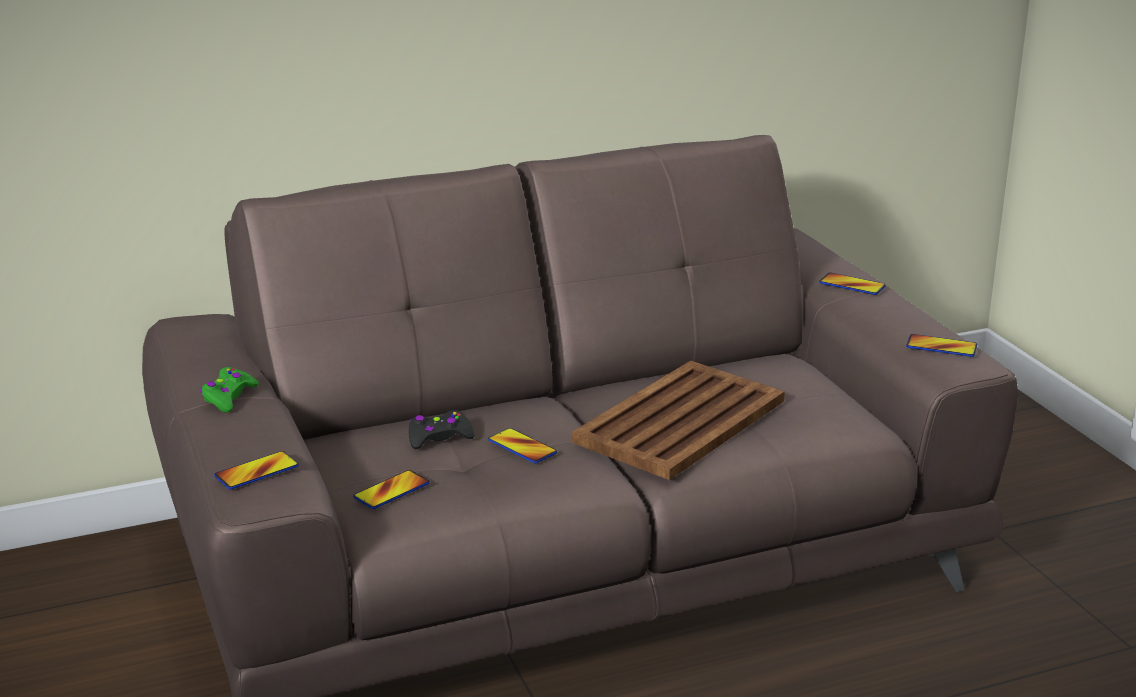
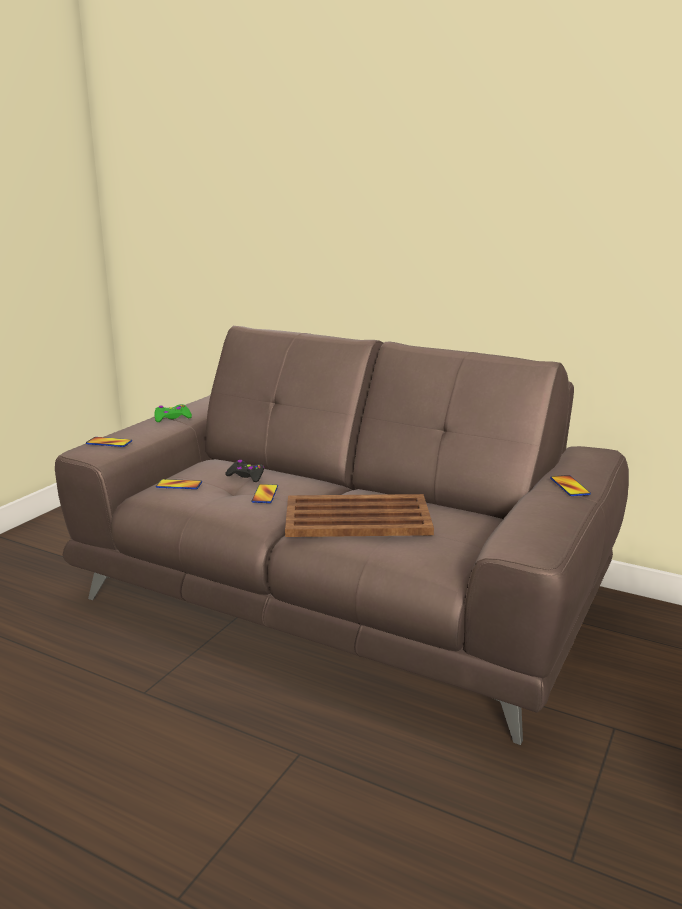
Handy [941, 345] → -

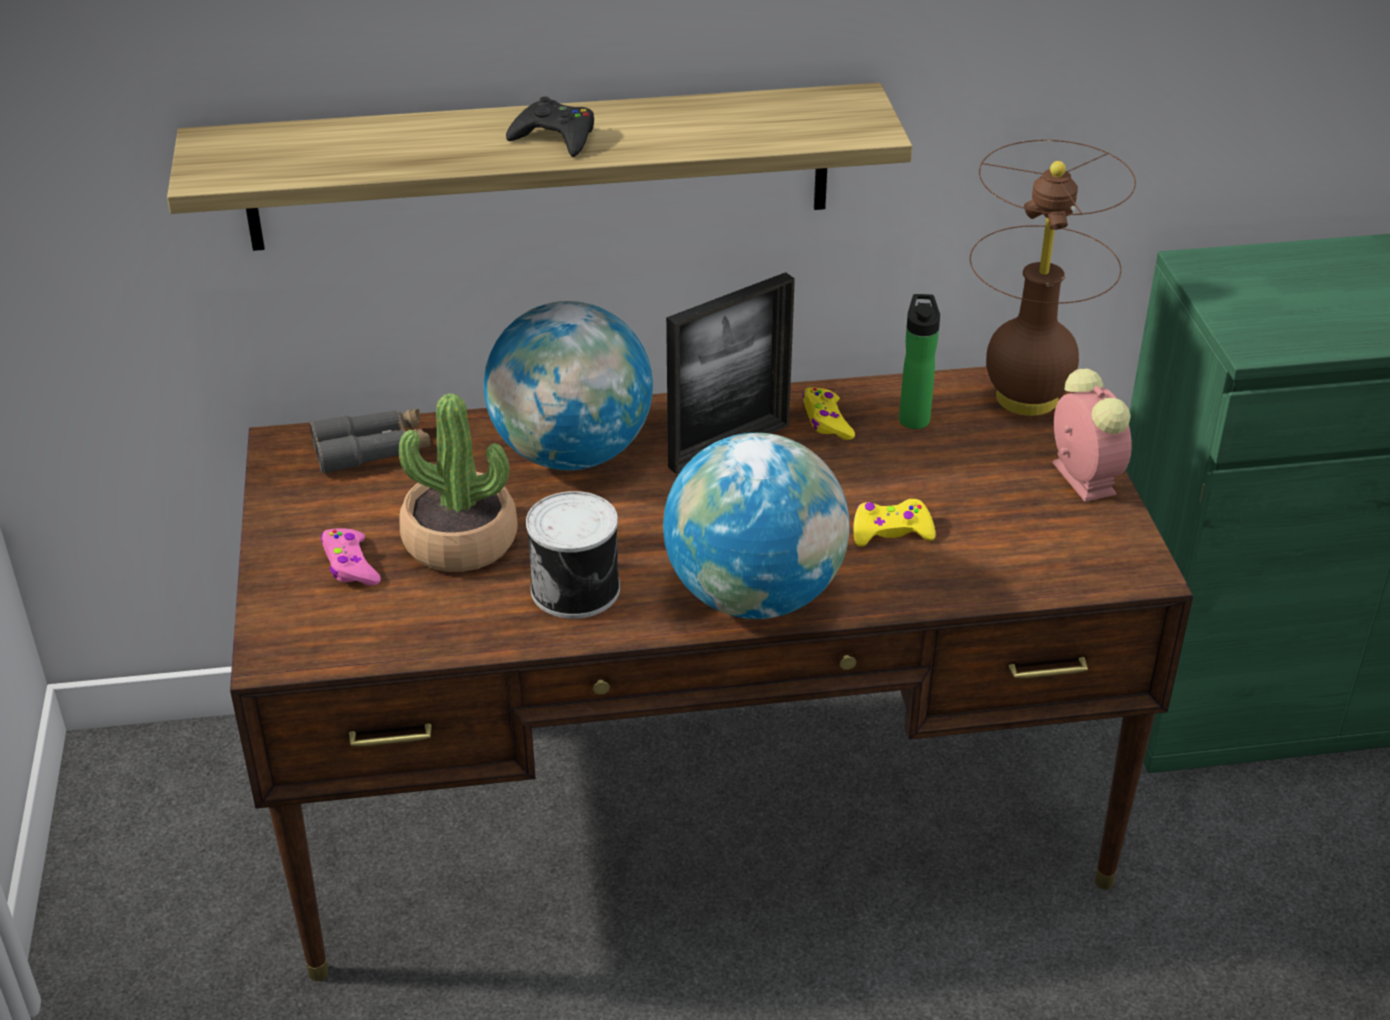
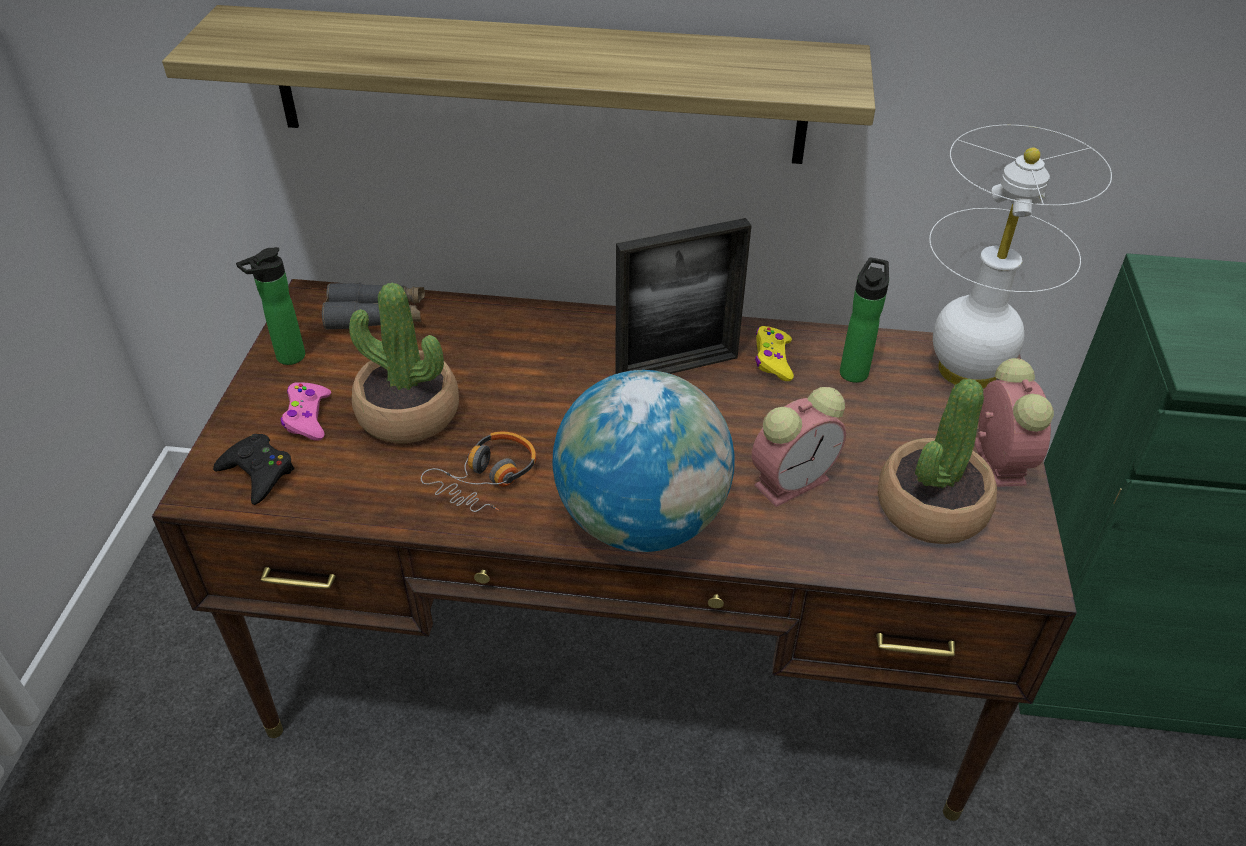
Gamepad (schwarz) [550, 126] → Gamepad (schwarz) [254, 469], move
- → Flasche [270, 306]
Dose [573, 555] → Kopfhörer [478, 472]
Gamepad (gelb) [894, 523] → Wecker [799, 447]
- → Topfpflanze [937, 461]
Tischlampe (braun) [1053, 278] → Tischlampe (weiß) [1020, 256]
Globus [568, 385] → -

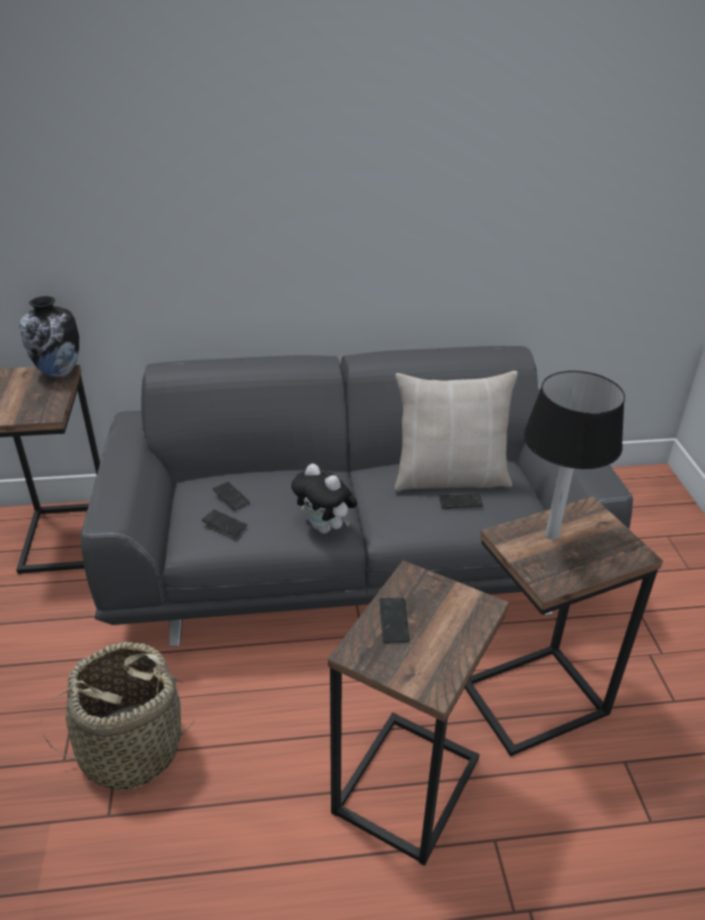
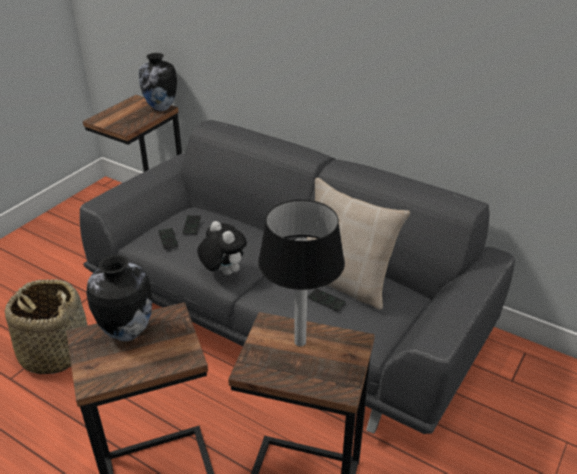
Handy [394, 620] → Vase [119, 298]
Plüschtier [324, 498] → Plüschtier [222, 248], 150 degrees clockwise

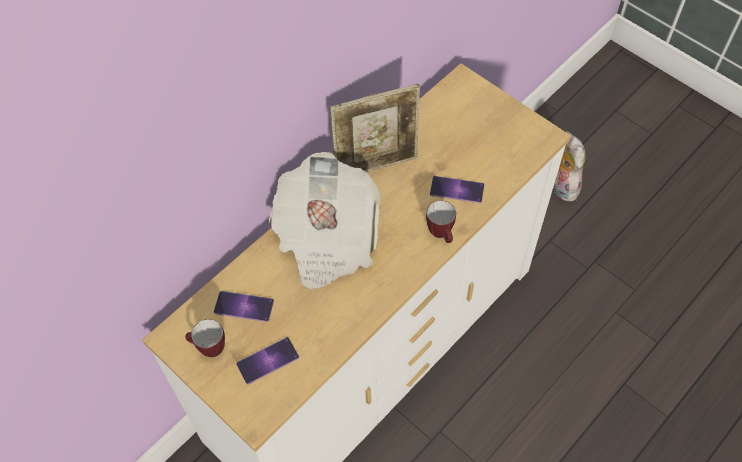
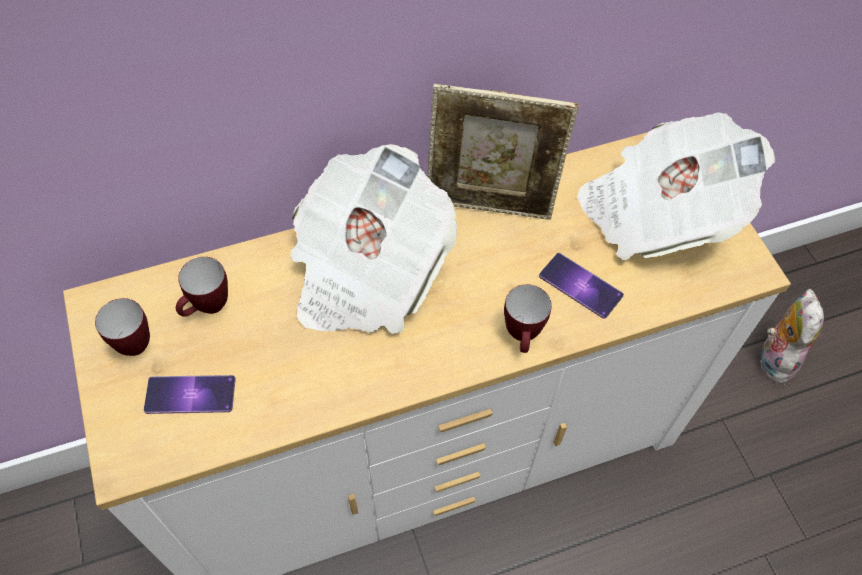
Handy [244, 306] → Henkelbecher [202, 287]
- → Zeitung [676, 186]

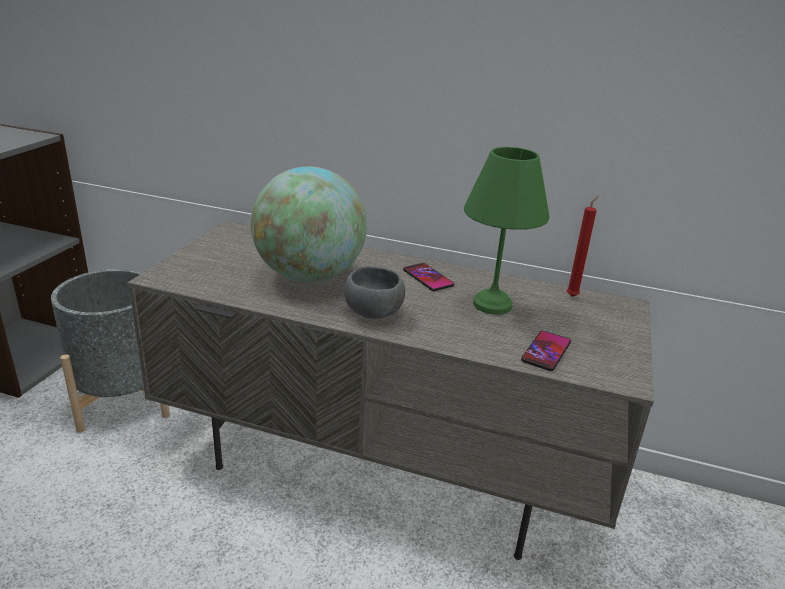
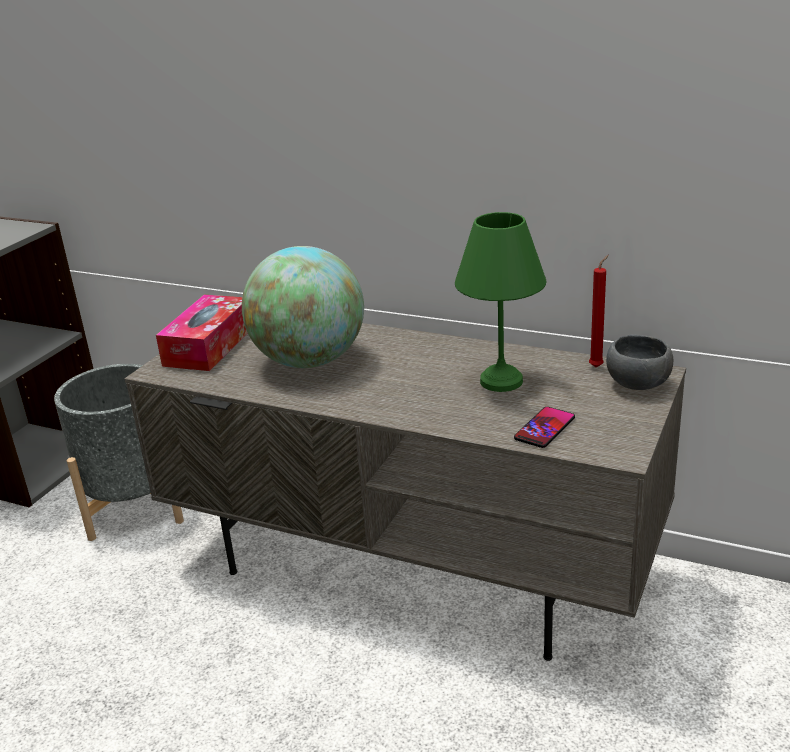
- → Taschentuchbox [201, 333]
Schüssel (grau) [374, 292] → Schüssel (grau) [639, 362], move
Handy [428, 277] → -

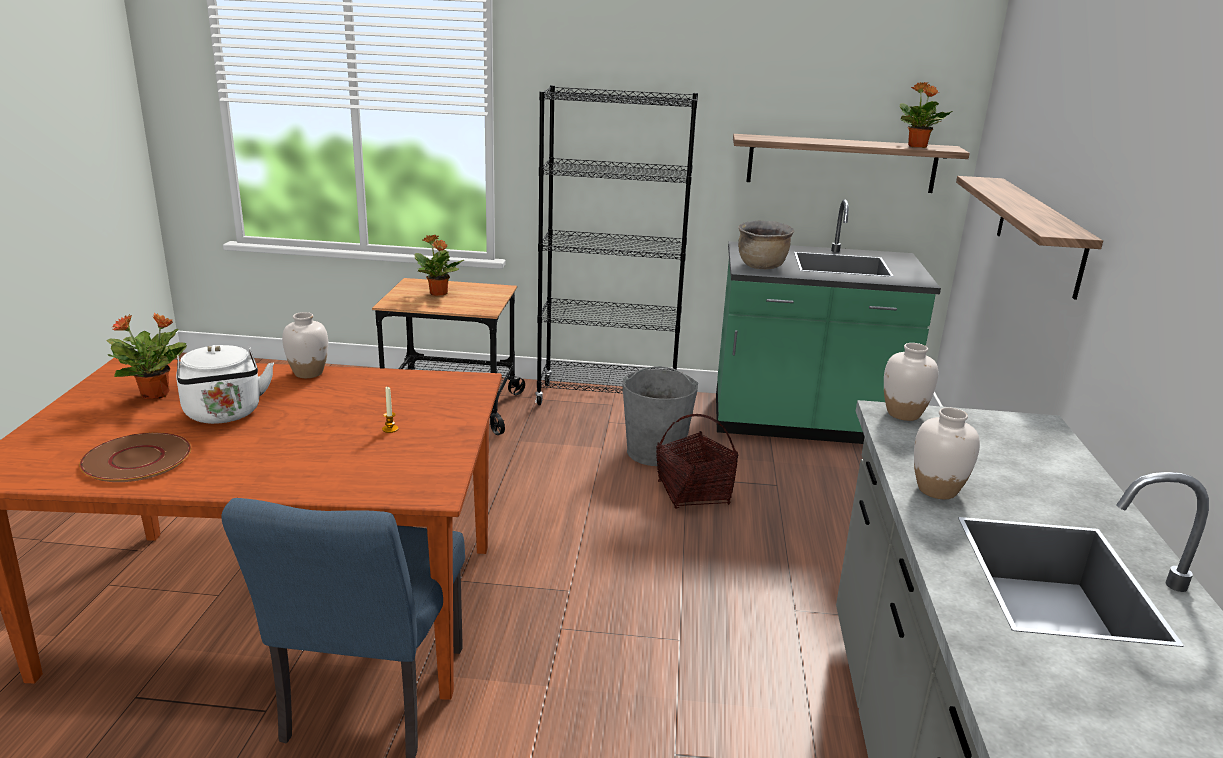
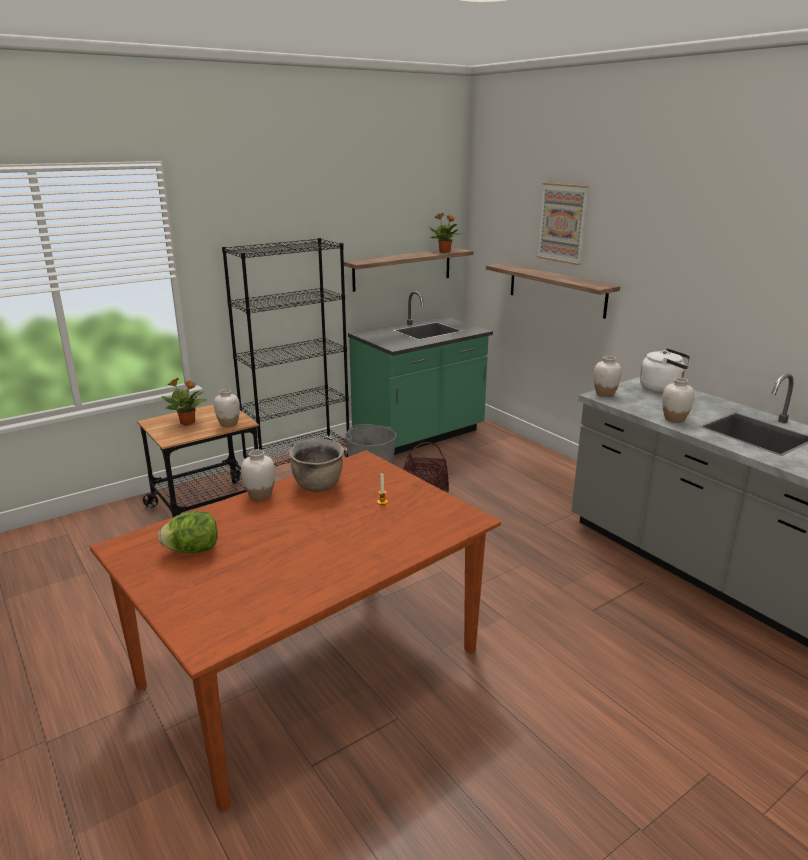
Topfpflanze [146, 356] → Salatkopf [187, 532]
- → Vase (weiß) [227, 408]
Kochtopf (braun) [766, 244] → Kochtopf (braun) [316, 465], move
- → Bild [562, 224]
Wasserkessel (weiß) [225, 384] → Wasserkessel (weiß) [665, 370], move
Teller (braun) [135, 457] → -
Stuhl (blau) [343, 628] → -

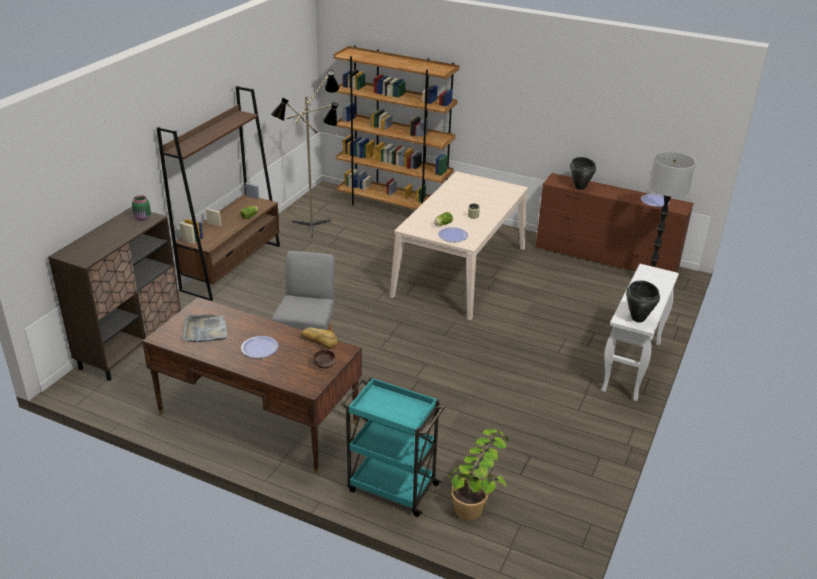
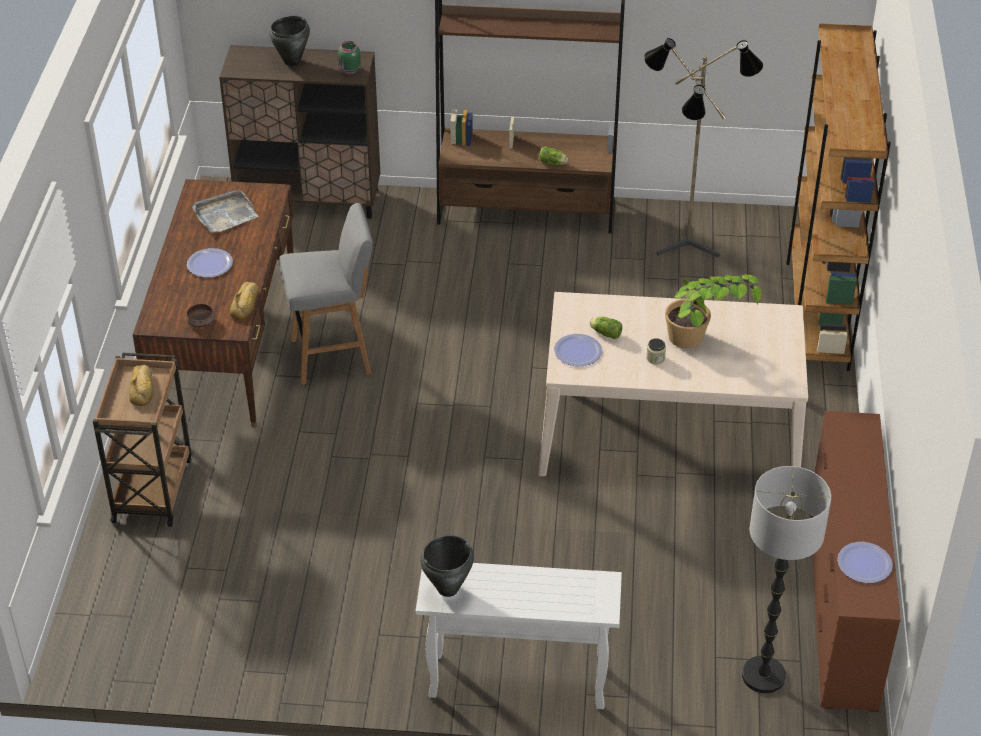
Rollwagen (türkis) [393, 447] → Rollwagen (braun) [142, 440]
- → Brot [141, 385]
Kochtopf (schwarz) [583, 173] → Kochtopf (schwarz) [289, 41], move
Topfpflanze [478, 474] → Topfpflanze [713, 312], move

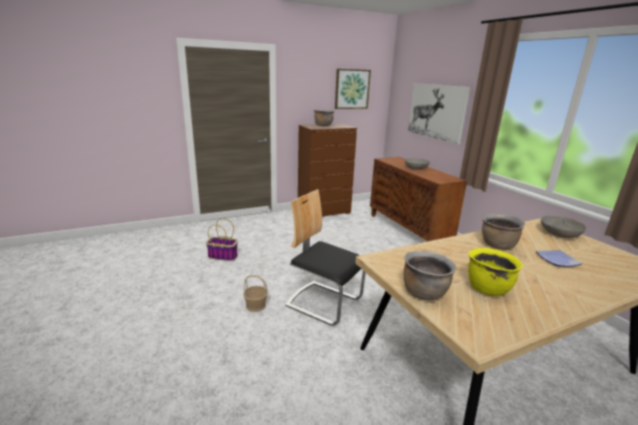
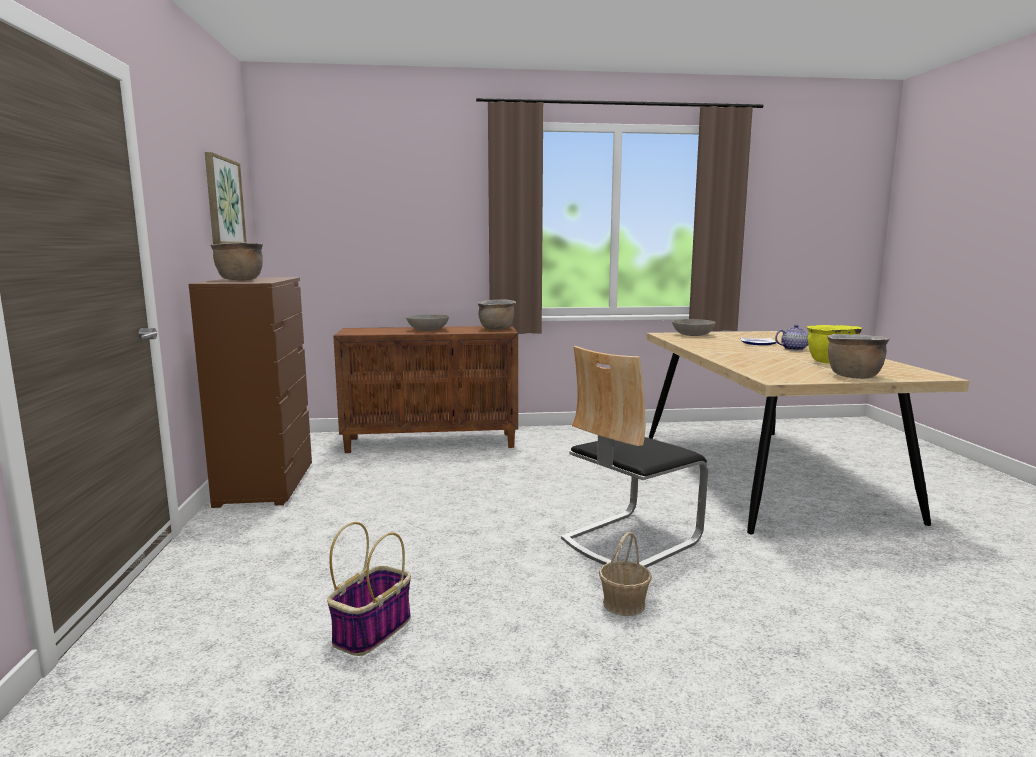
Kochtopf (braun) [503, 231] → Kochtopf (braun) [496, 314], move
- → Teekanne [792, 338]
Bild [439, 113] → -

